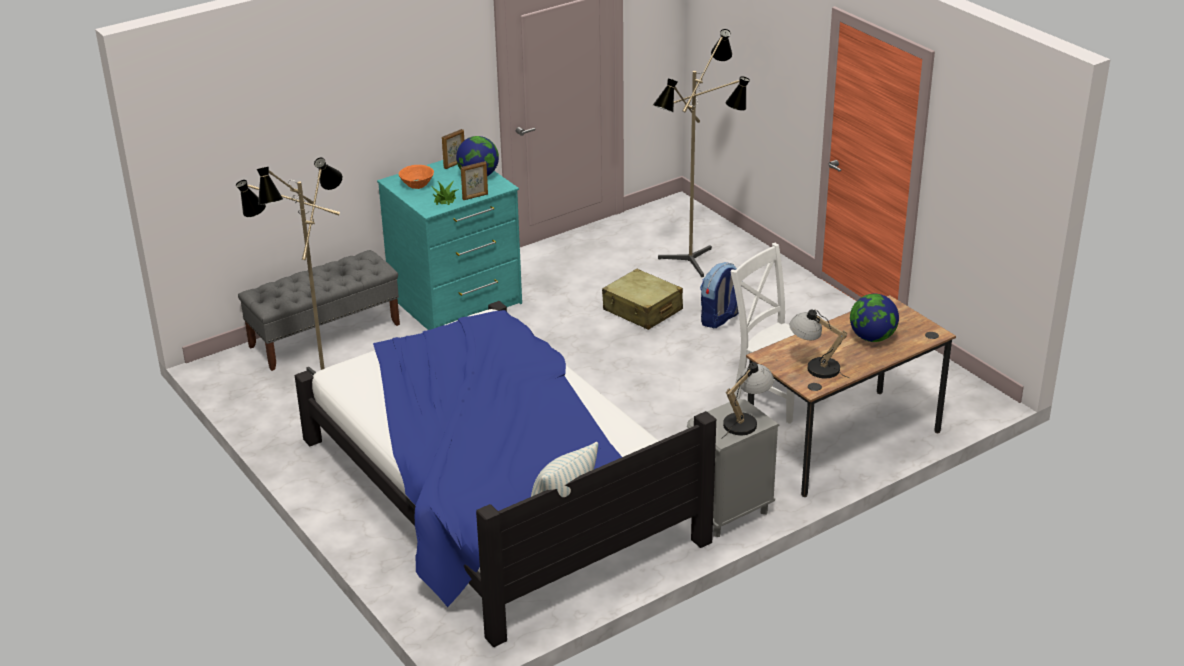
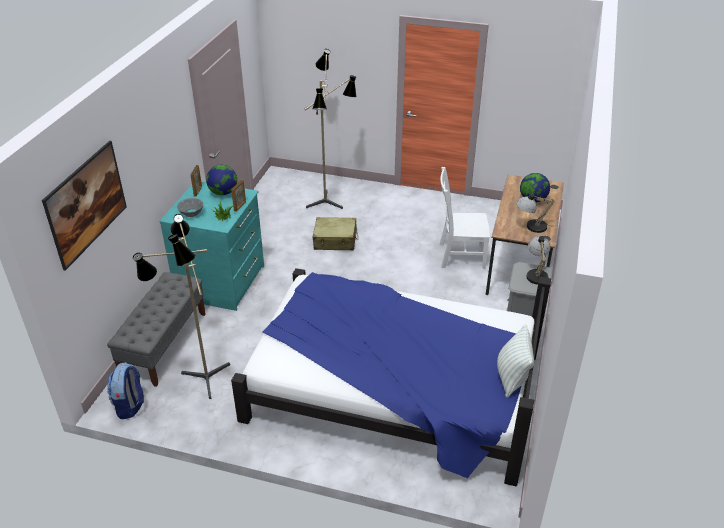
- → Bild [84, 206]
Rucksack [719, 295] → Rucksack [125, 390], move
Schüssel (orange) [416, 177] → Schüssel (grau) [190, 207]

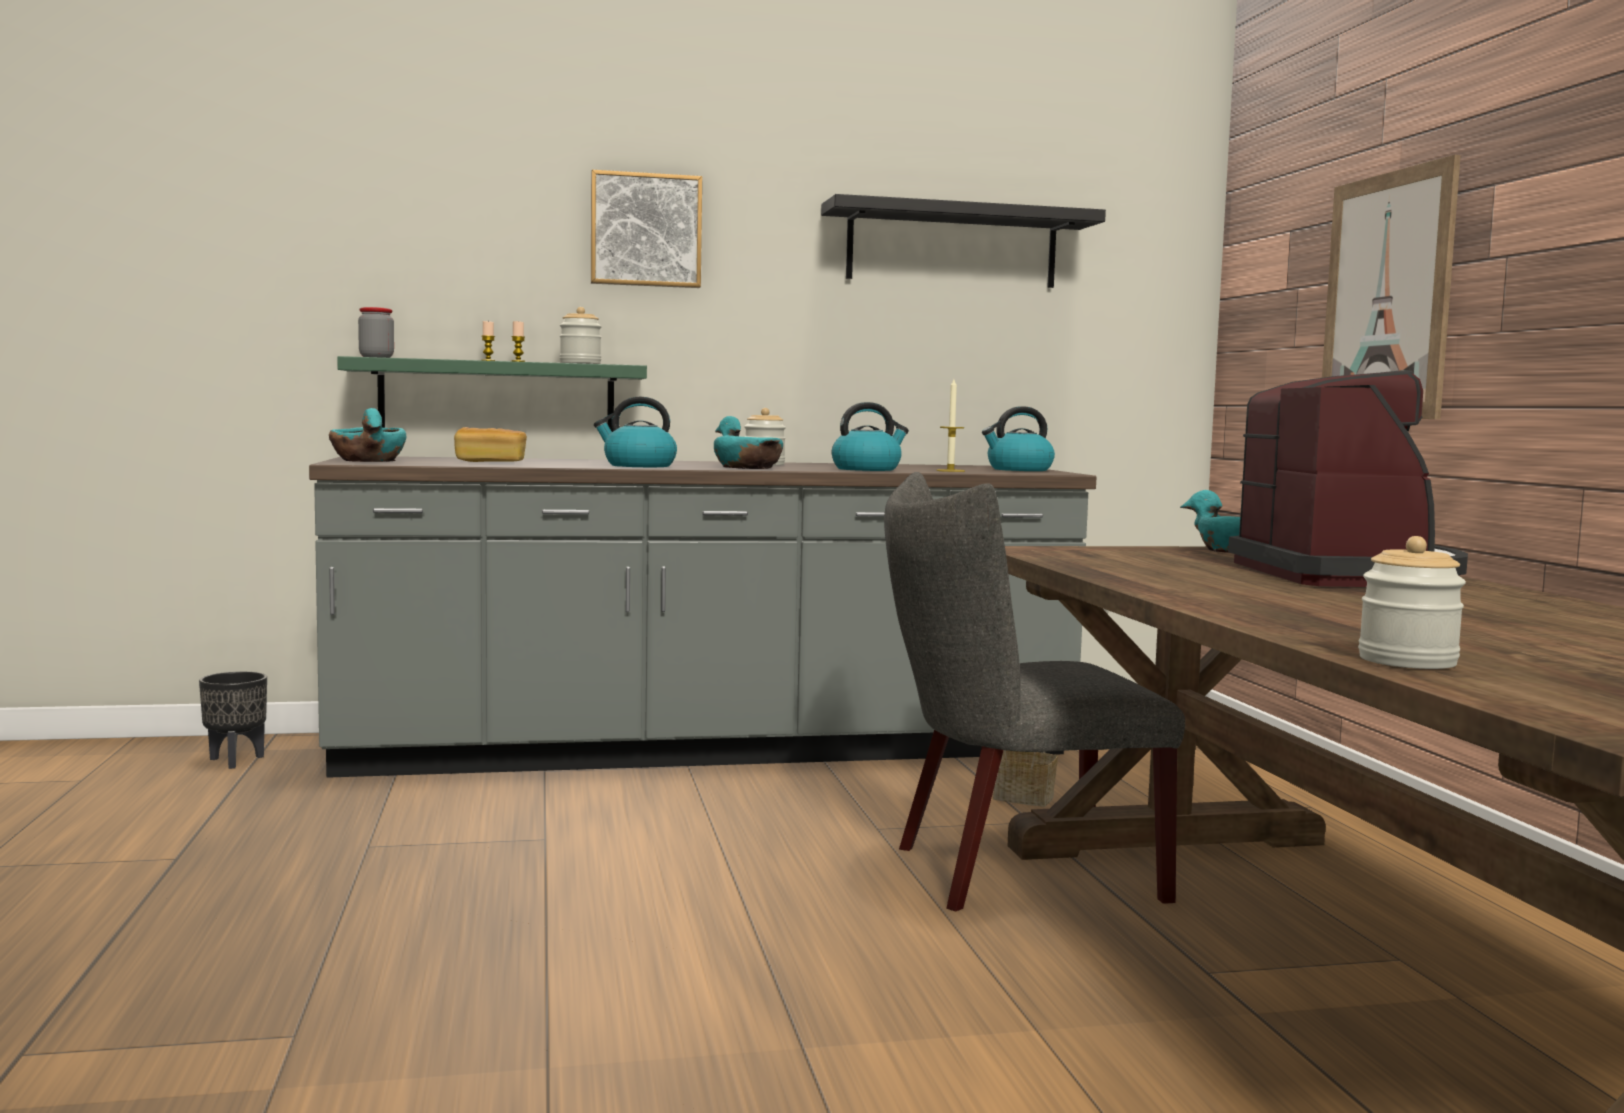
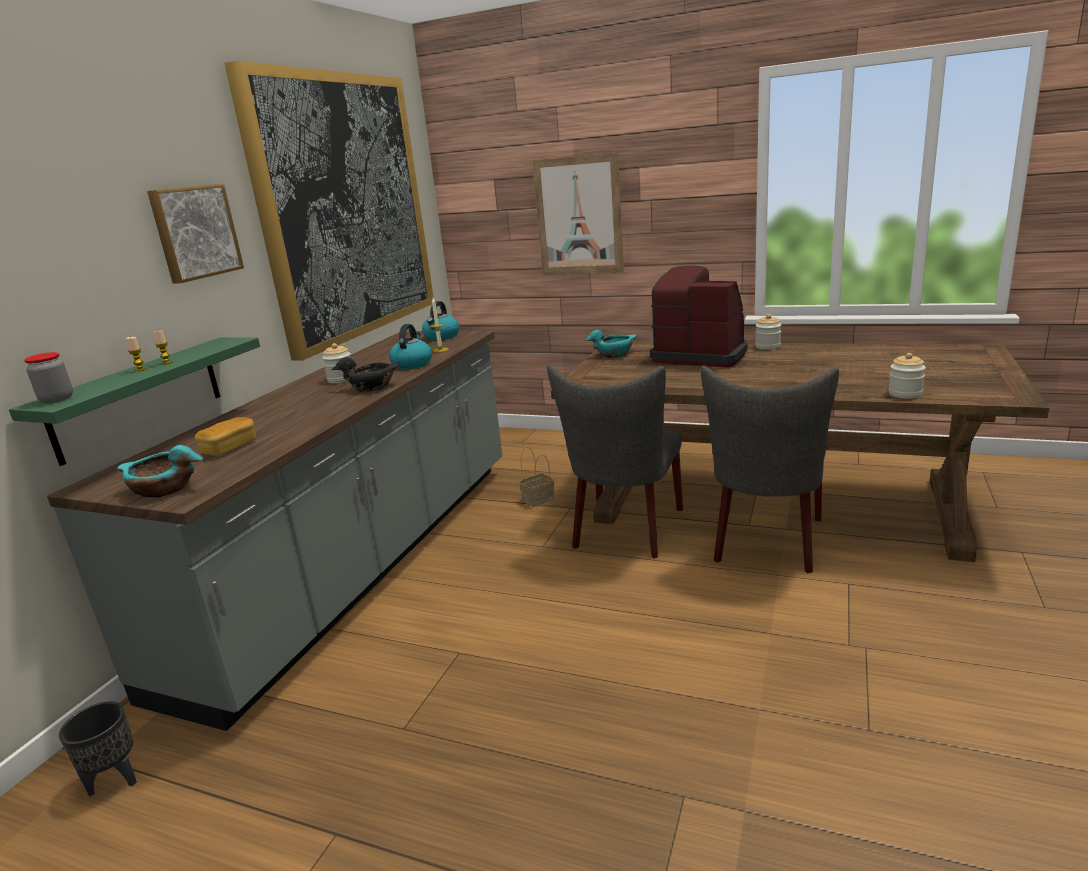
Wandregal (schwarz) [963, 241] → Bild [329, 211]
Schüssel (türkis) [748, 442] → Schüssel (schwarz) [365, 374]
- → Stuhl (grau) [770, 469]
Vorratsglas [581, 335] → Vorratsglas [768, 332], move
Wasserkessel [635, 432] → -

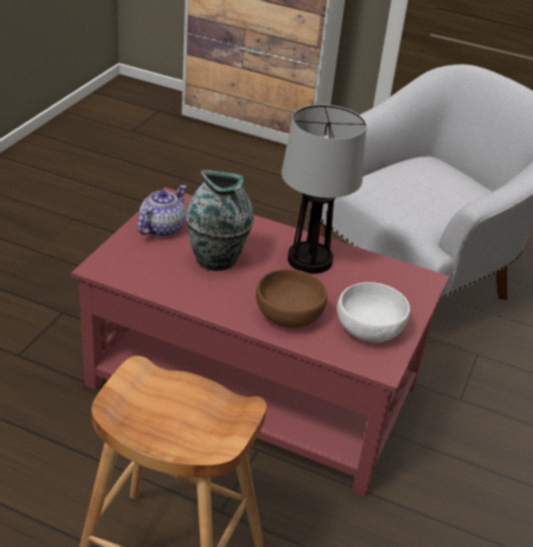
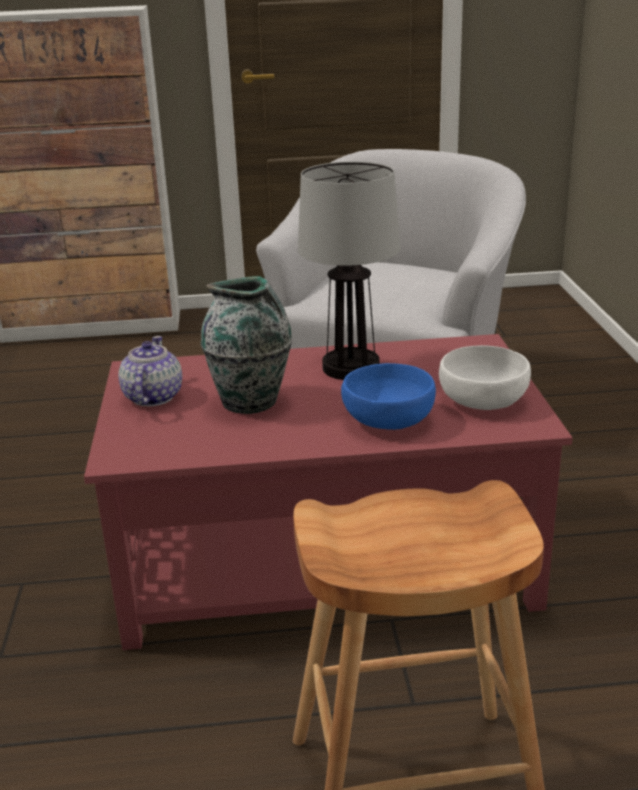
Schüssel (braun) [291, 298] → Schüssel (blau) [388, 396]

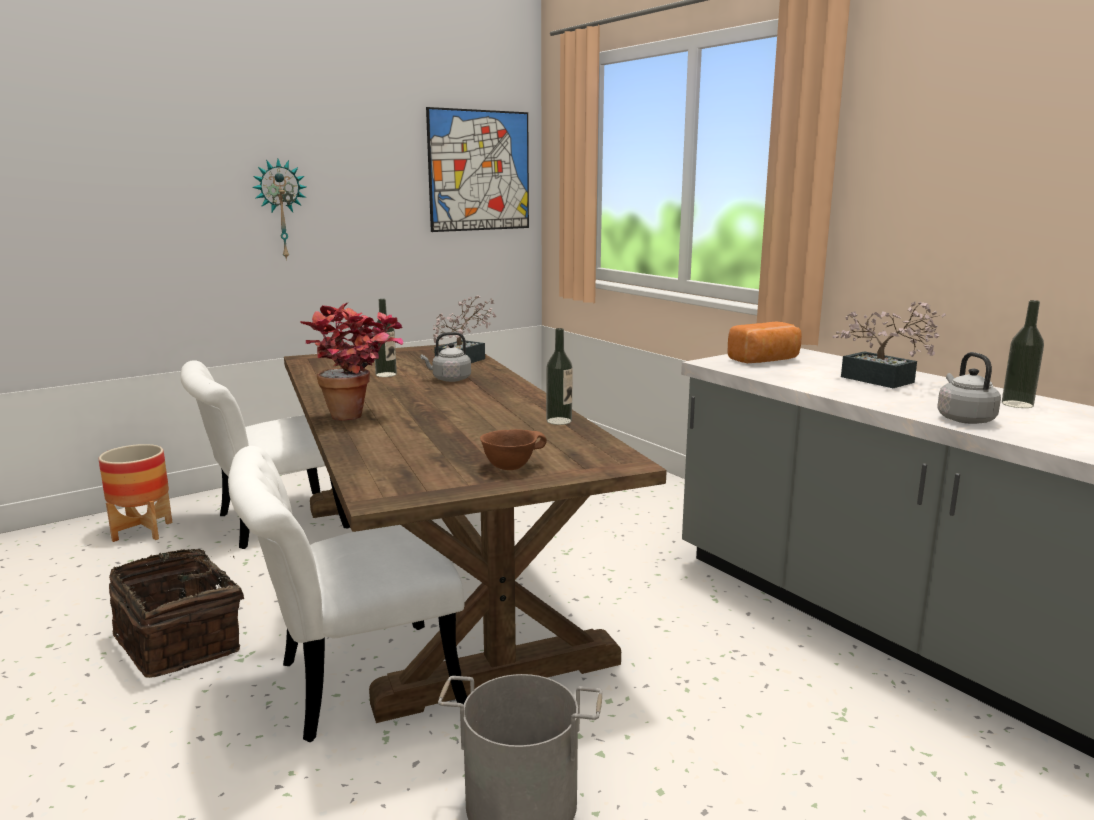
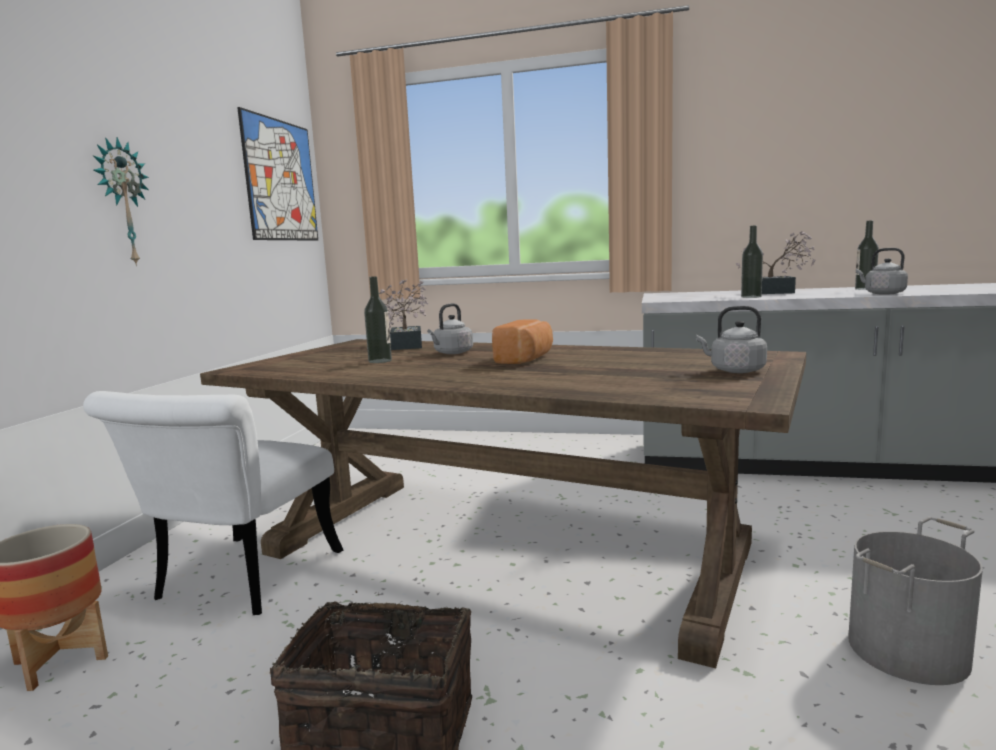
Brot [765, 342] → Brot [522, 341], move
Schüssel (braun) [513, 449] → Wasserkessel (grau) [731, 339]
Flasche [559, 376] → Flasche [752, 261], move
Stuhl (weiß) [347, 594] → -
Topfpflanze [351, 361] → -

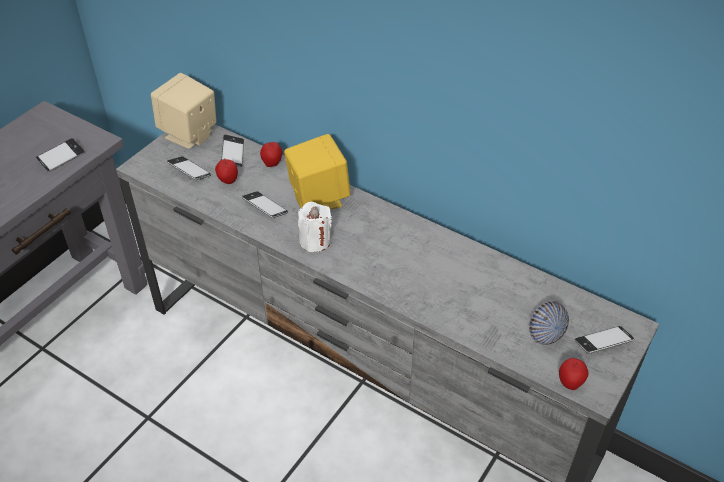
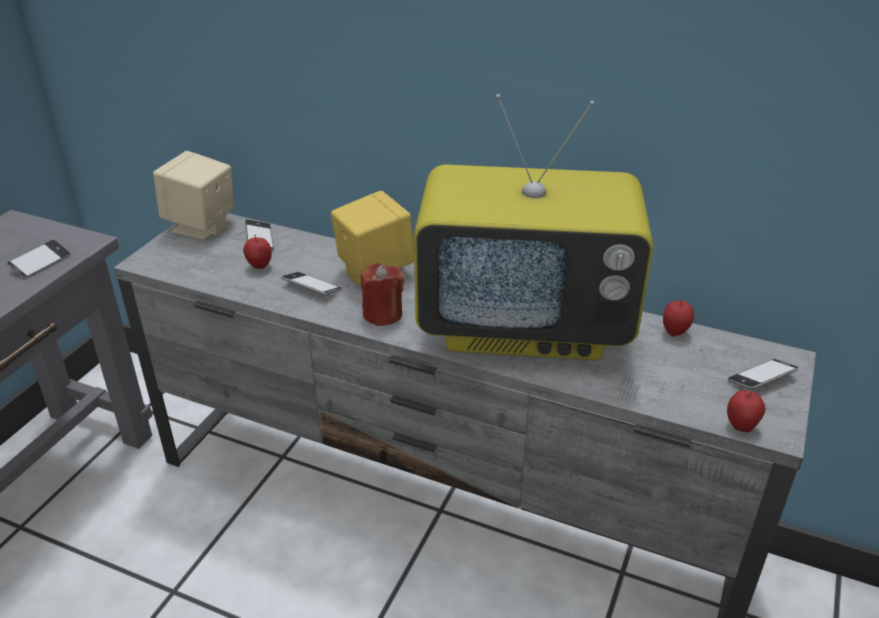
Kerze (weiß) [315, 227] → Kerze (rot) [382, 294]
- → Fernseher [533, 227]
Apfel [271, 154] → Apfel [678, 318], move
Handy [189, 168] → -
Schüssel [549, 323] → -

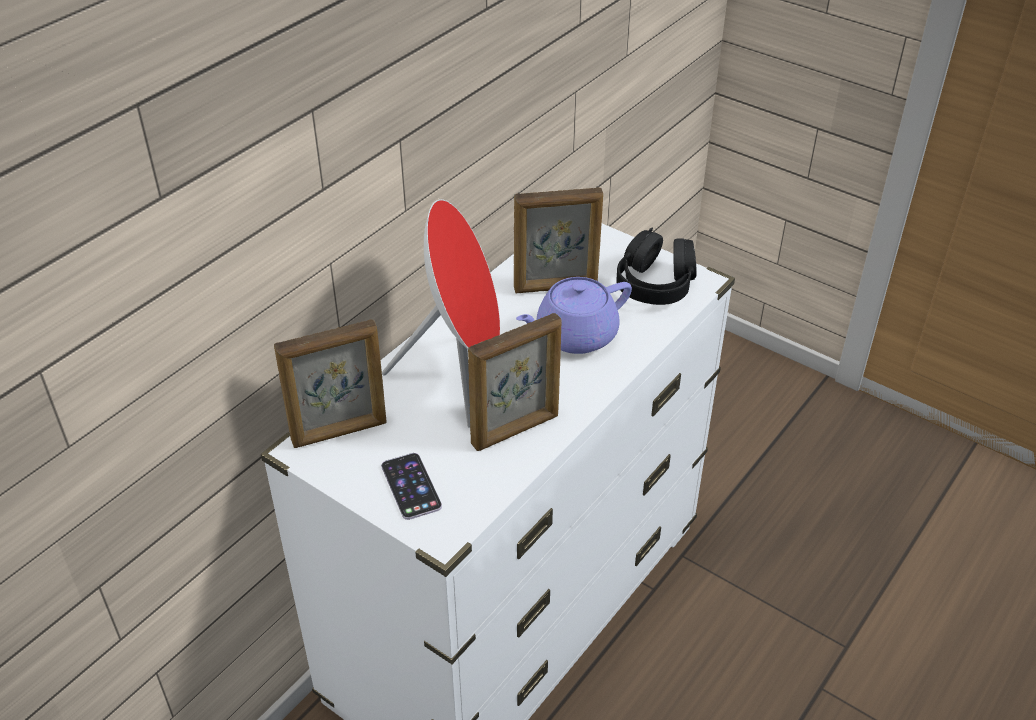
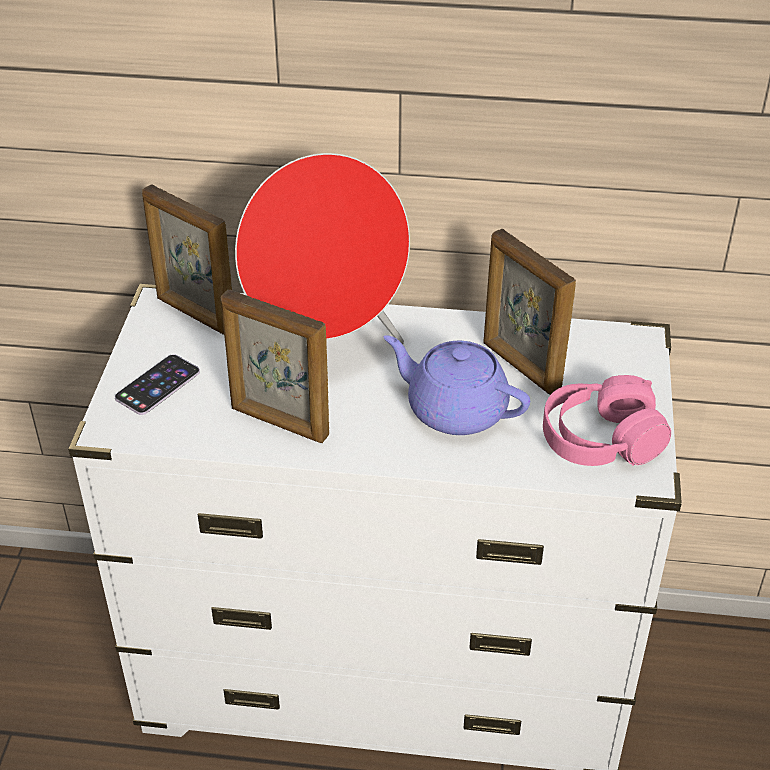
Kopfhörer (schwarz) [656, 266] → Kopfhörer (rosa) [607, 420]

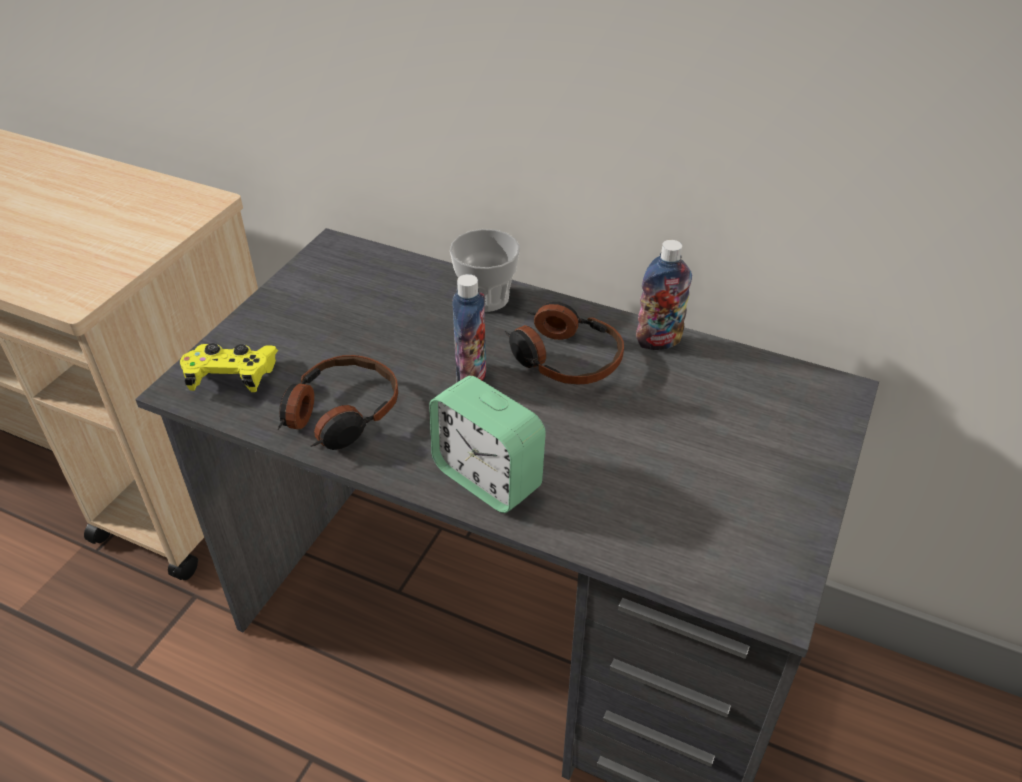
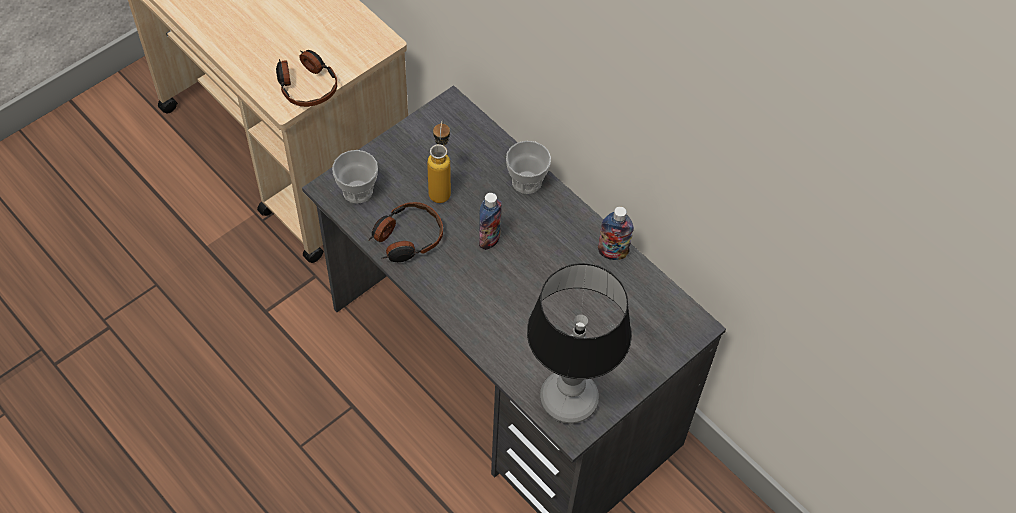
Kopfhörer [564, 343] → Kopfhörer [306, 78], move
Gamepad (gelb) [229, 367] → Tasse [355, 177]
- → Flasche [439, 161]
- → Tischlampe [579, 343]
Wecker [487, 444] → -

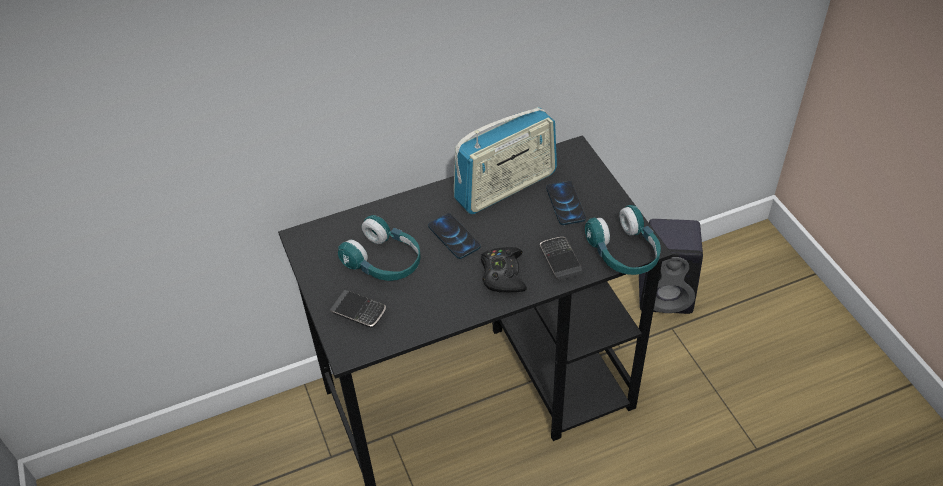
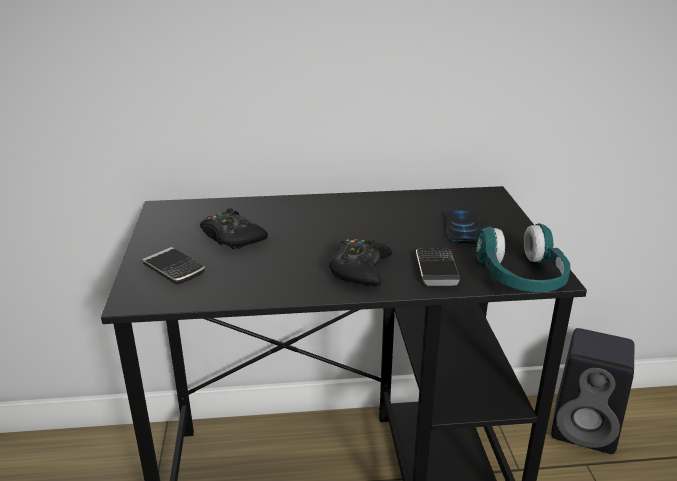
Kopfhörer (türkis) [379, 248] → Gamepad (schwarz) [234, 228]
Handy [454, 236] → -
Radio [505, 160] → -

